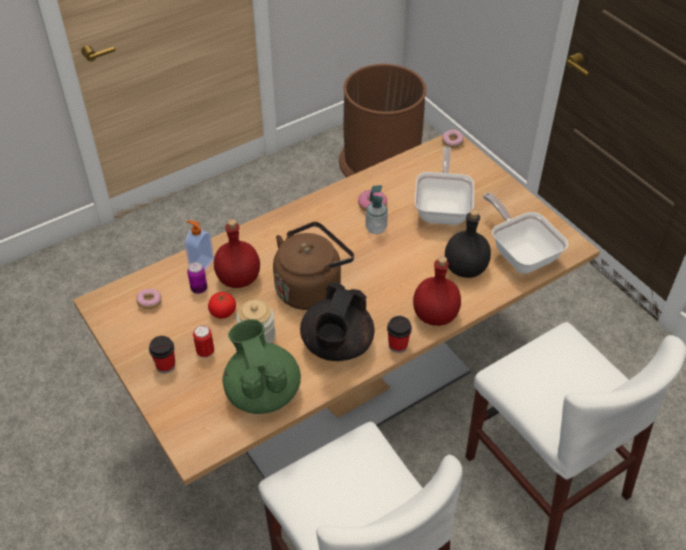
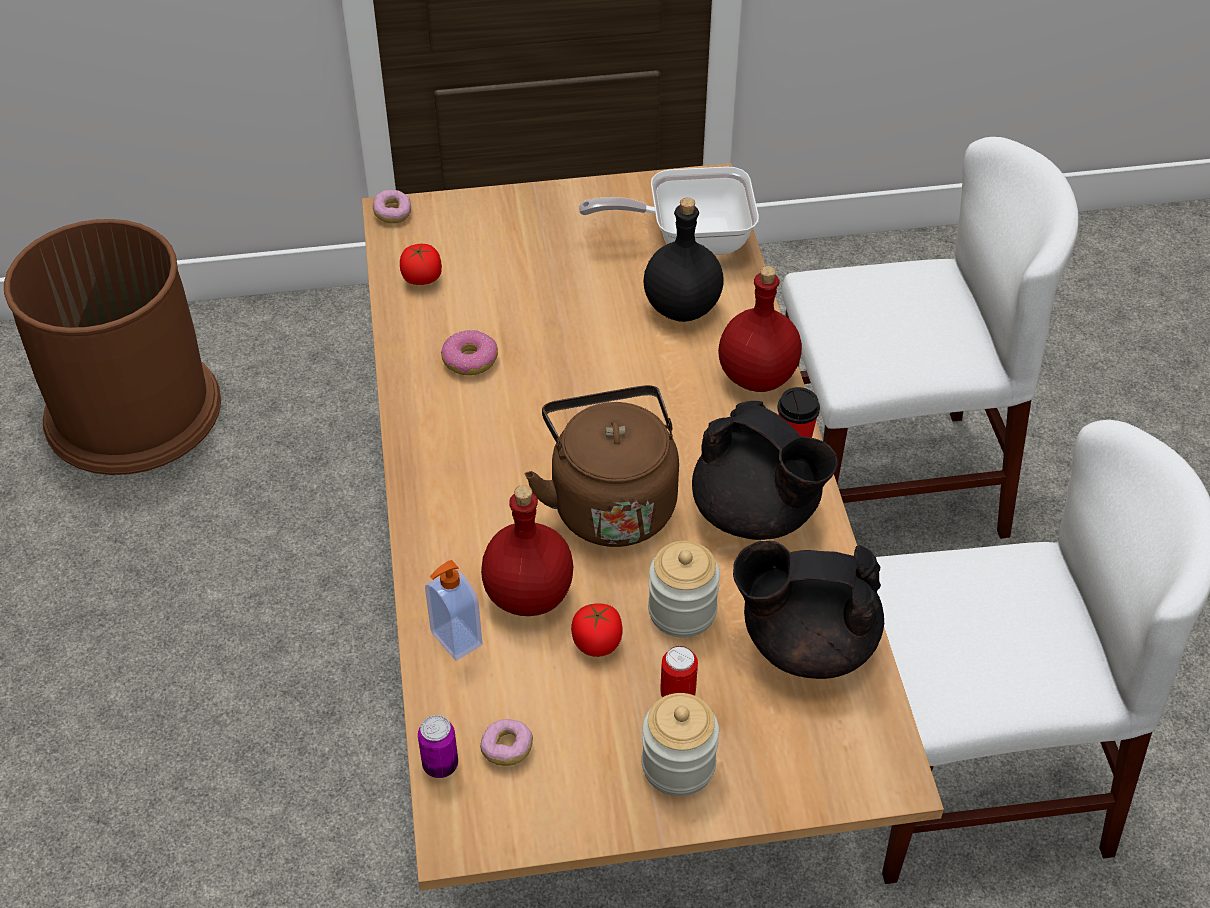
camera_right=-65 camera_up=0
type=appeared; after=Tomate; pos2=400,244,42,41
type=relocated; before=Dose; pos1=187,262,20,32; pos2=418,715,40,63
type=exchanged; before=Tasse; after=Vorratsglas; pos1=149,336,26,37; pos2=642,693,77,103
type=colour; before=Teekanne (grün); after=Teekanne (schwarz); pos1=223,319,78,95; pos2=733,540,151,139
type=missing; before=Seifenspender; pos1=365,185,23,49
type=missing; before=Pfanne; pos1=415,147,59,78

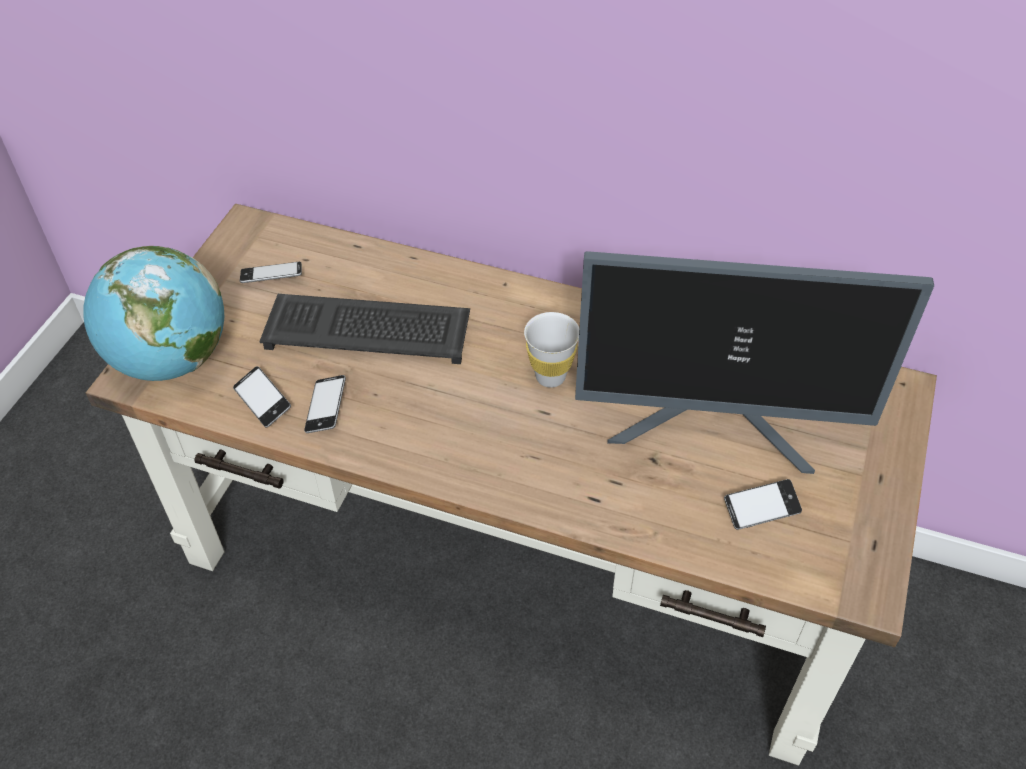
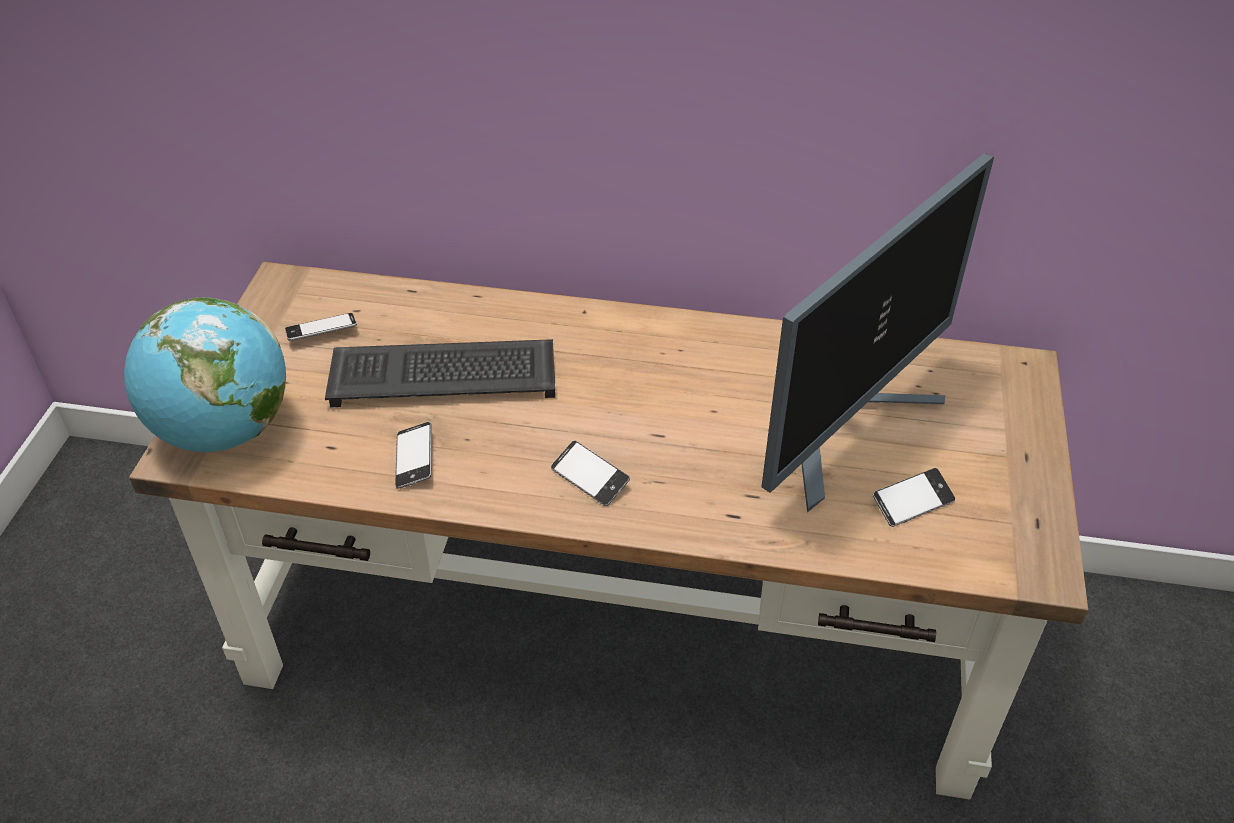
camera_right=-10 camera_up=-5
type=relocated; before=Handy; pos1=233,366,58,62; pos2=551,441,79,65
type=spun; before=Monitor; pos1=575,251,359,223; pos2=761,153,233,360; turn=-45
type=missing; before=Tasse (weiß); pos1=524,312,55,76

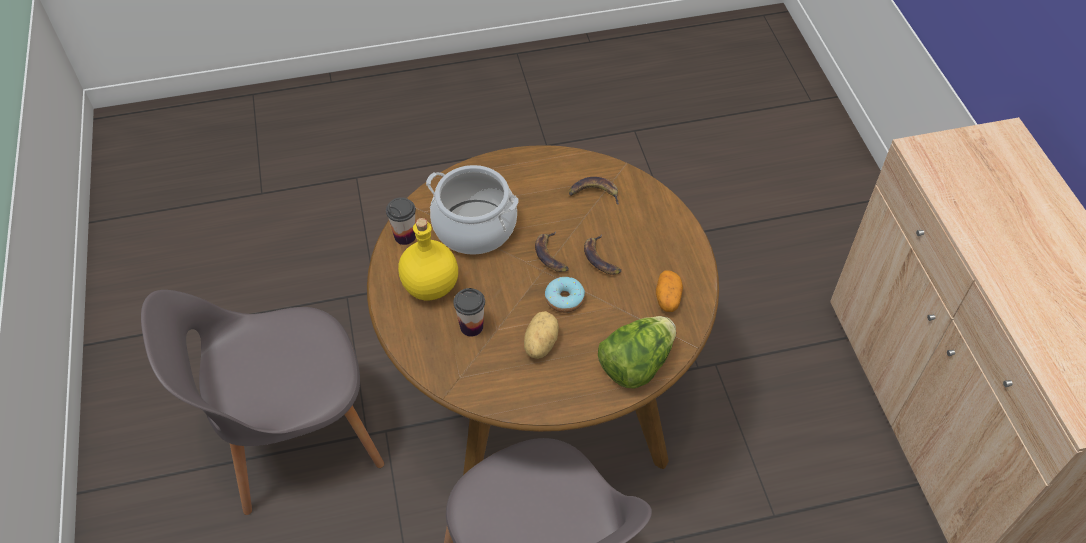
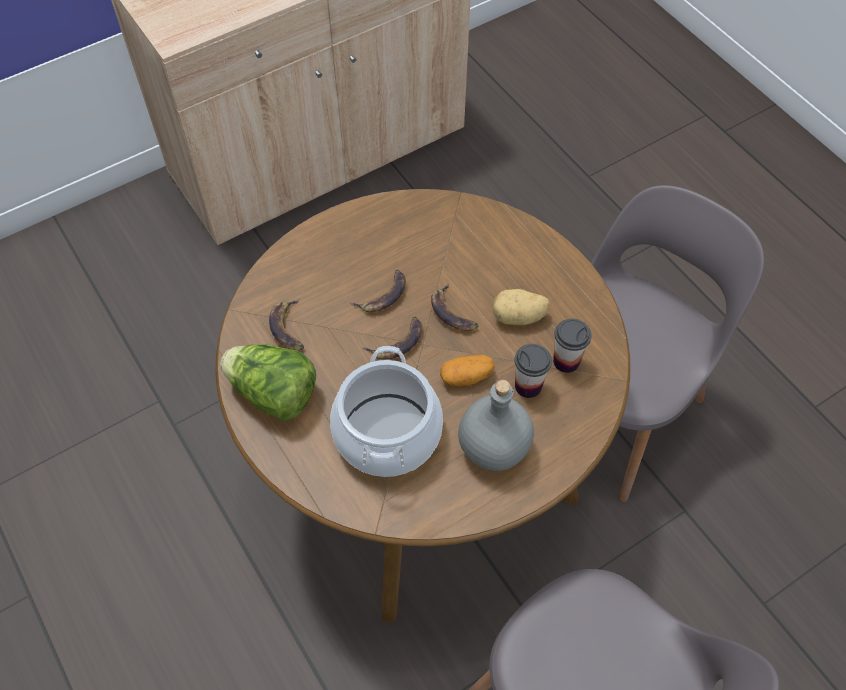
camera_right=-110 camera_up=5
type=relocated; before=Salatkopf; pos1=598,316,78,73; pos2=220,344,96,77
type=exchanged; before=Donut; after=Banane; pos1=545,277,40,36; pos2=431,284,47,47
type=relocated; before=Kartoffel; pos1=656,270,27,42; pos2=440,355,55,31
type=colour; before=Flasche (gelb); after=Flasche (grau); pos1=398,218,60,82; pos2=458,380,76,91
type=relocated; before=Tasse; pos1=386,197,30,48; pos2=553,319,38,54

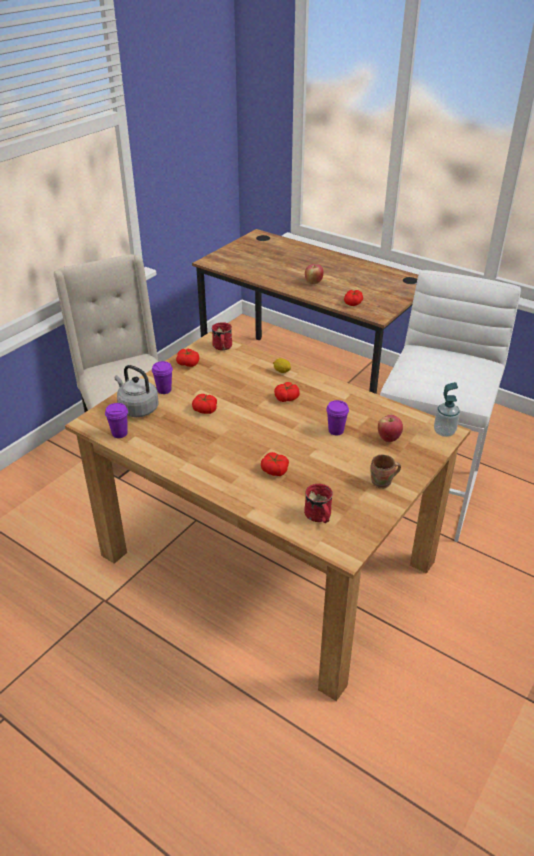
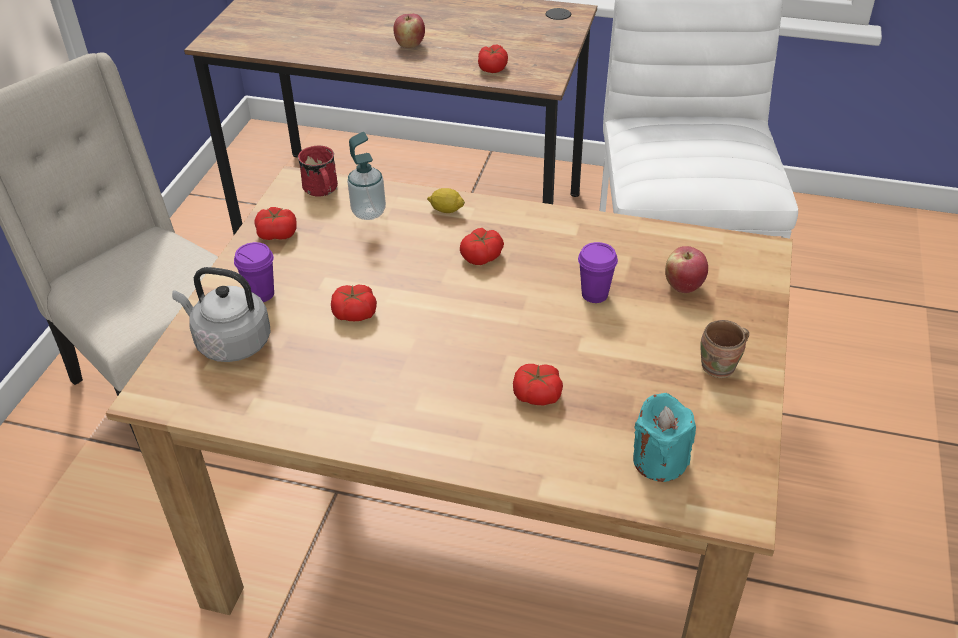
camera_right=-20 camera_up=5
type=relocated; before=Seifenspender; pos1=434,382,26,55; pos2=347,132,39,88
type=exchanged; before=Henkelbecher (rot); after=Kerze (türkis); pos1=304,484,29,39; pos2=633,393,63,89
type=missing; before=Tasse (lila); pos1=105,403,23,35

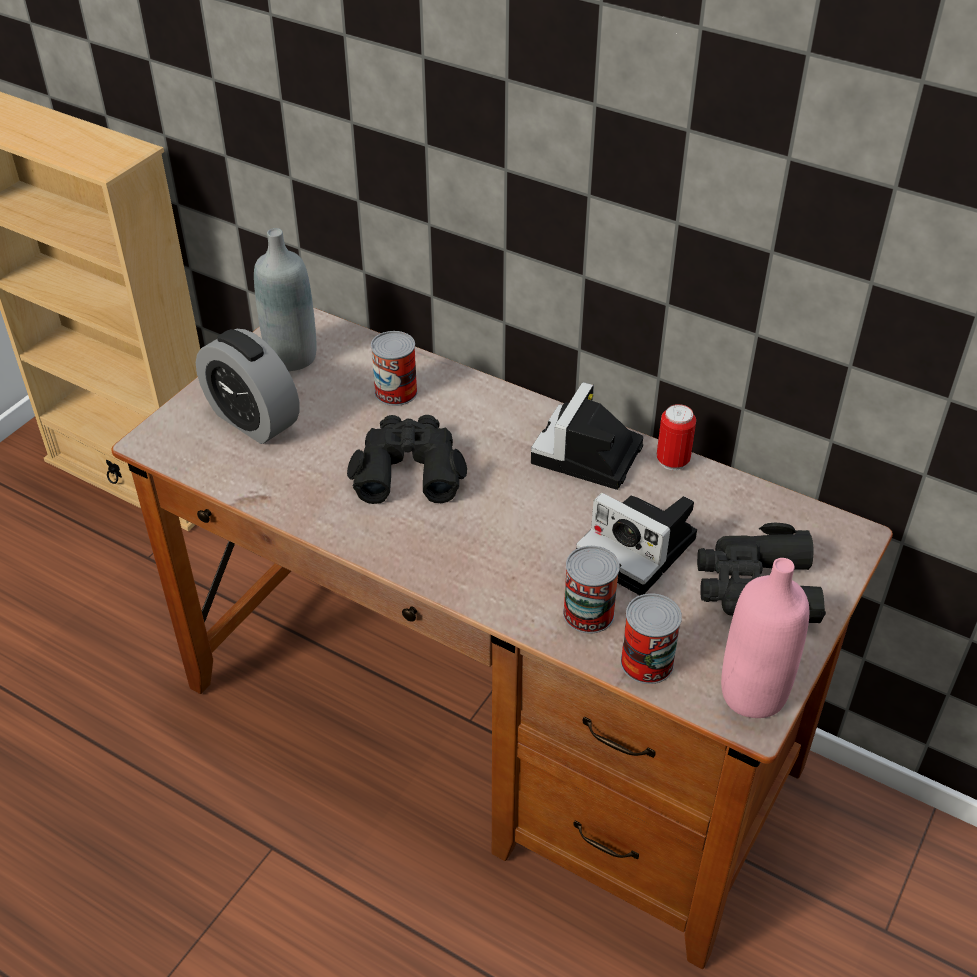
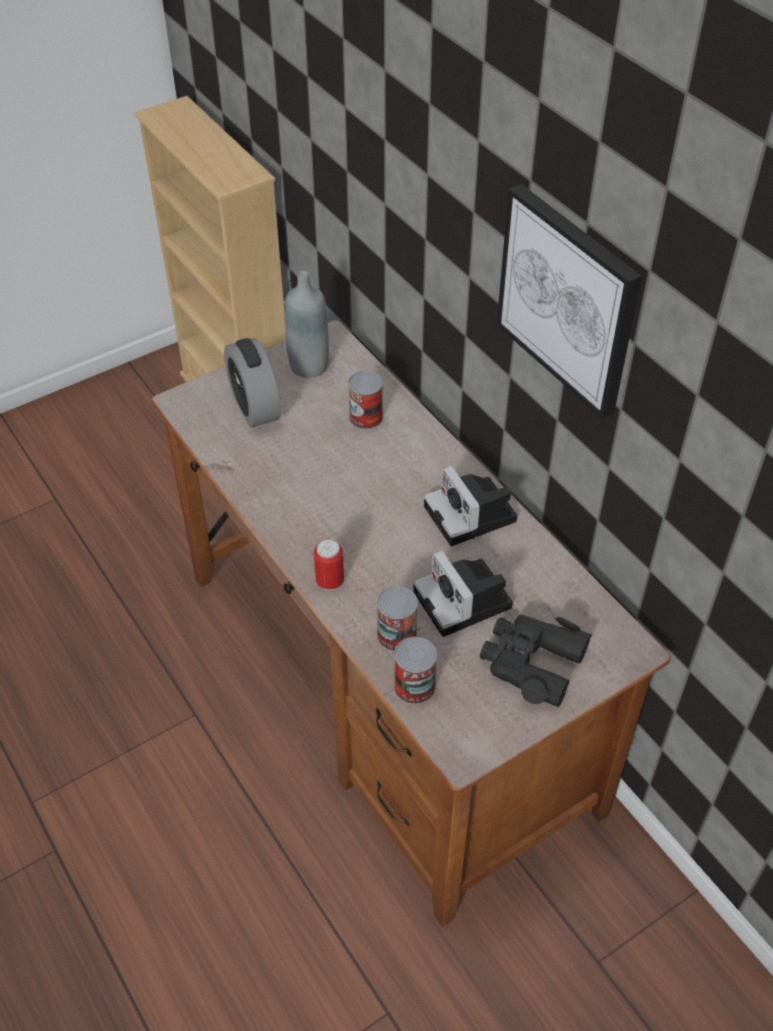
camera_right=25 camera_up=5
type=relocated; before=Dose; pos1=657,404,39,66; pos2=314,539,30,52
type=spun; before=Kamera; pos1=531,382,112,108; pos2=424,465,93,81; turn=-75
type=appeared; after=Bild; pos2=497,184,145,235
type=missing; before=Fernglas (schwarz); pos1=347,415,120,89
type=missing; before=Flasche (rosa); pos1=721,558,88,160

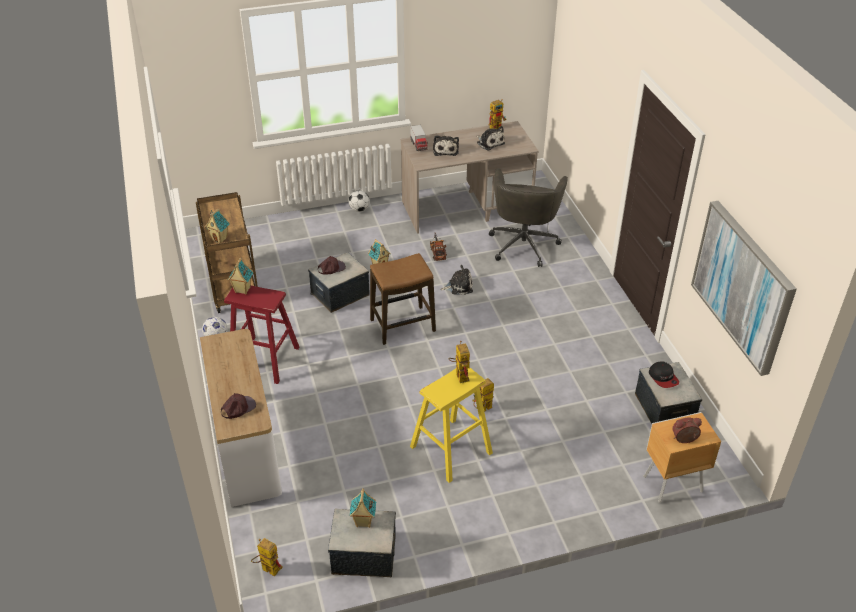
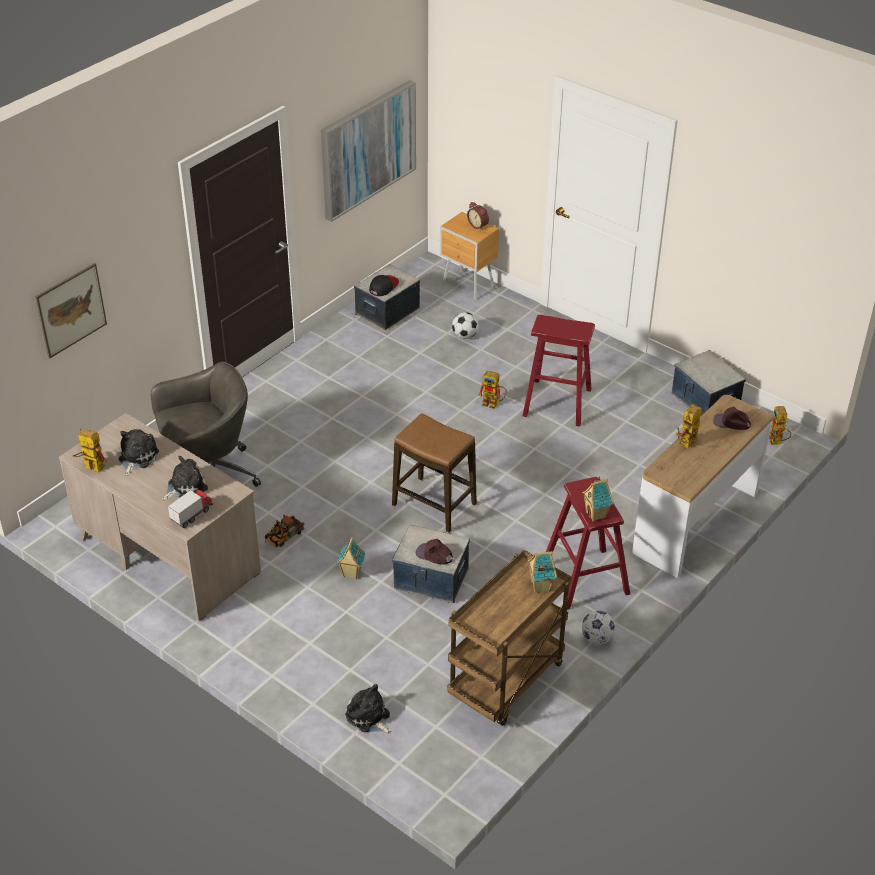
camera_right=-125 camera_up=0
type=appeared; after=Bild; pos2=35,263,72,96
type=relocated; before=Plüschtier; pos1=440,265,33,30; pos2=345,684,47,49
type=relocated; before=Fußball; pos1=348,190,22,22; pos2=452,312,27,27
type=colour; before=Hocker (gelb); after=Hocker (rot); pos1=410,367,83,116; pos2=523,315,72,112
type=relocated; before=Spielzeugroboter; pos1=448,341,22,42; pos2=676,404,26,44
type=missing; before=Spielzeughaus; pos1=349,488,27,40

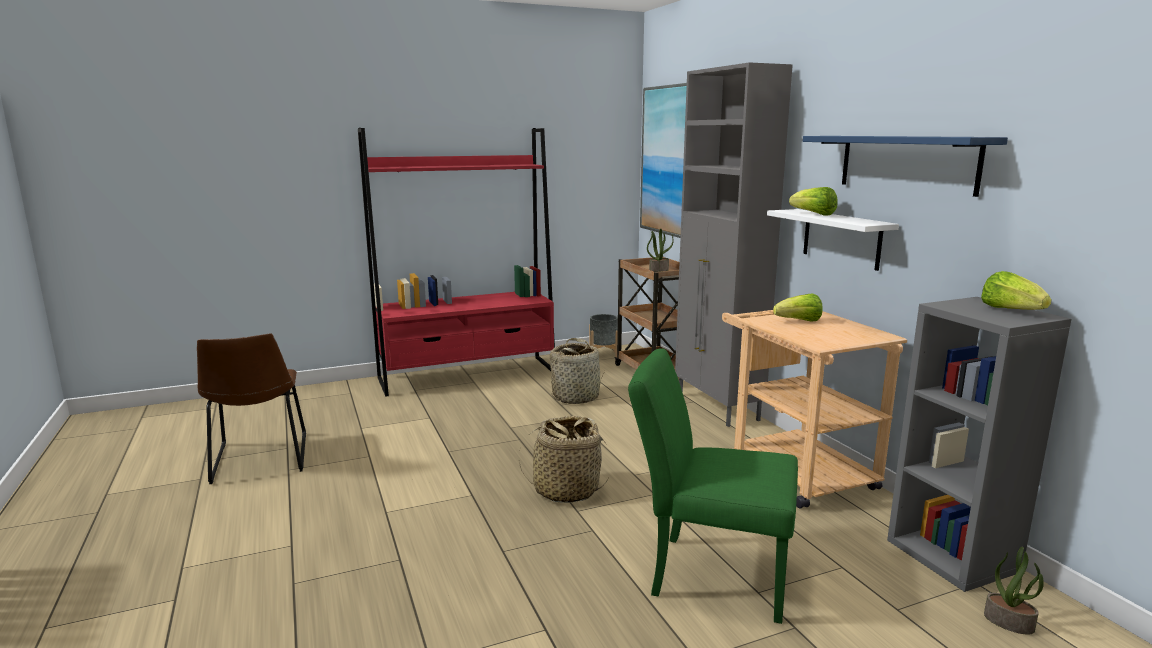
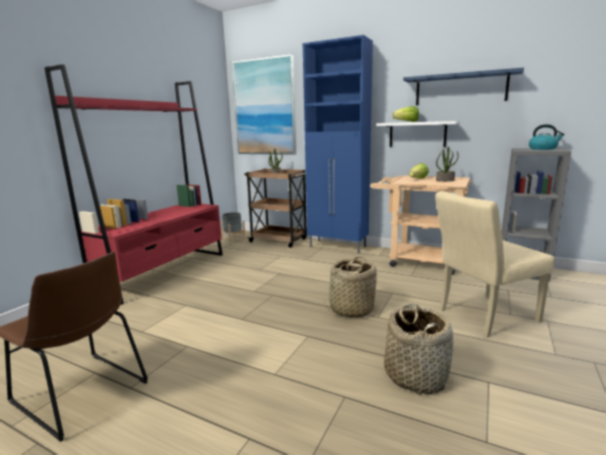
camera_right=-40 camera_up=0
type=colour; before=Schrank (grau); after=Schrank (blau); pos1=675,63,118,364; pos2=303,35,70,218
type=relocated; before=Korb; pos1=550,338,55,66; pos2=384,303,69,92
type=colour; before=Stuhl (grün); after=Stuhl (beige); pos1=628,348,170,276; pos2=435,191,120,147
type=relocated; before=Topfpflanze; pos1=984,547,60,88; pos2=436,147,23,35
type=exchanged; before=Salatkopf; after=Wasserkessel; pos1=981,271,71,39; pos2=529,124,36,26

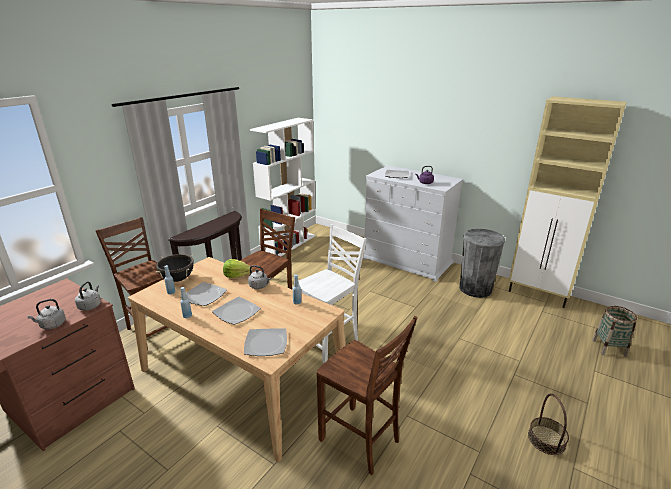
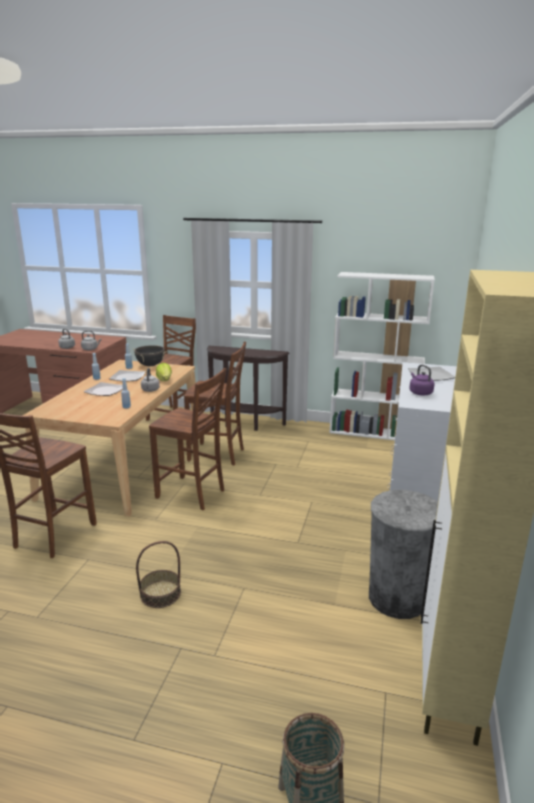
camera_right=70 camera_up=-5
type=relocated; before=Korb; pos1=528,393,41,62; pos2=136,541,45,67
type=colour; before=Stuhl (weiß); after=Stuhl (braun); pos1=298,224,69,139; pos2=149,368,77,142
type=missing; before=Teller; pos1=244,328,43,28

